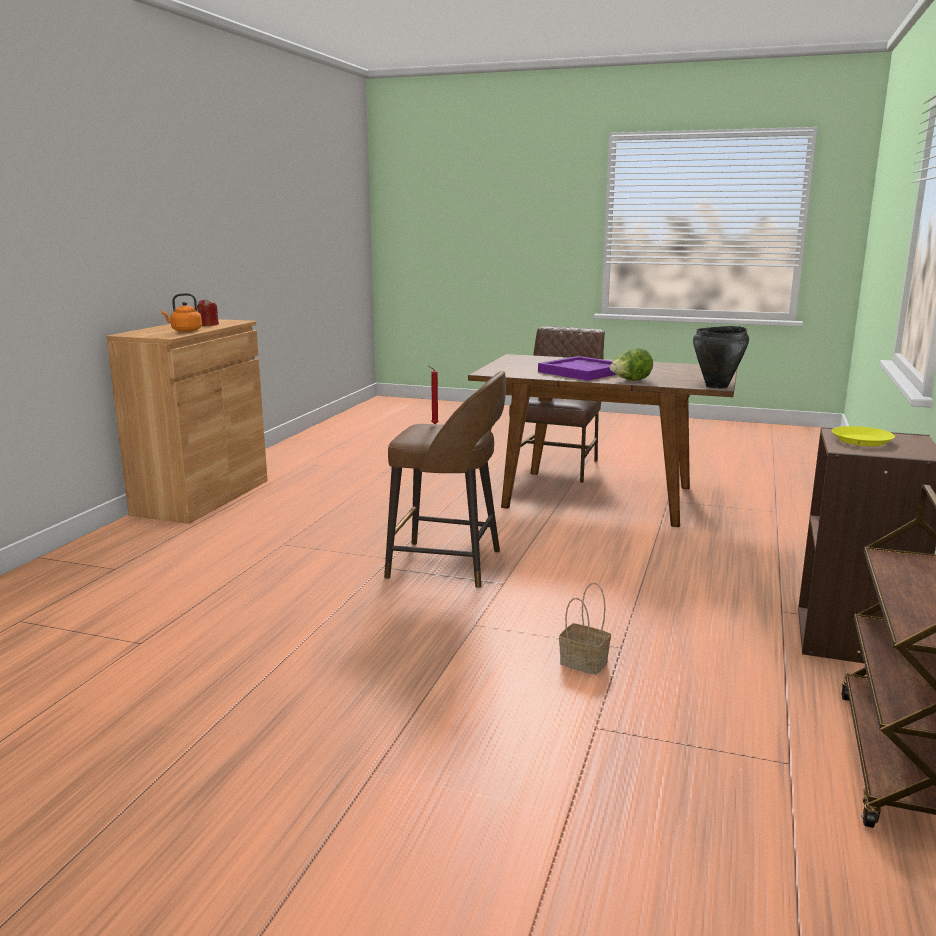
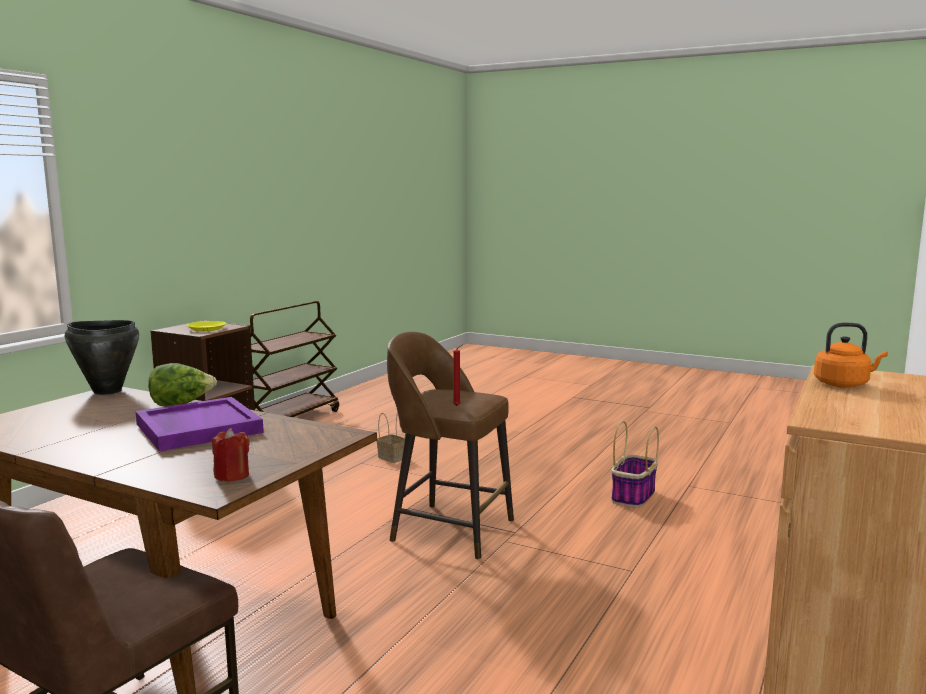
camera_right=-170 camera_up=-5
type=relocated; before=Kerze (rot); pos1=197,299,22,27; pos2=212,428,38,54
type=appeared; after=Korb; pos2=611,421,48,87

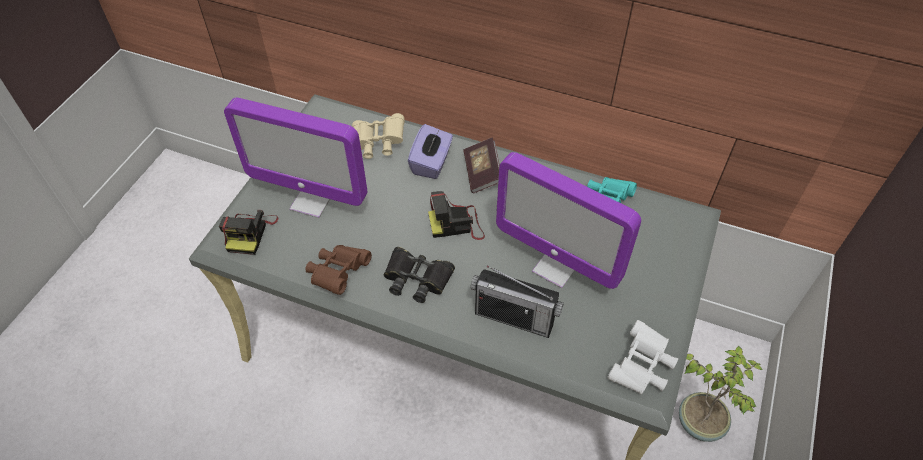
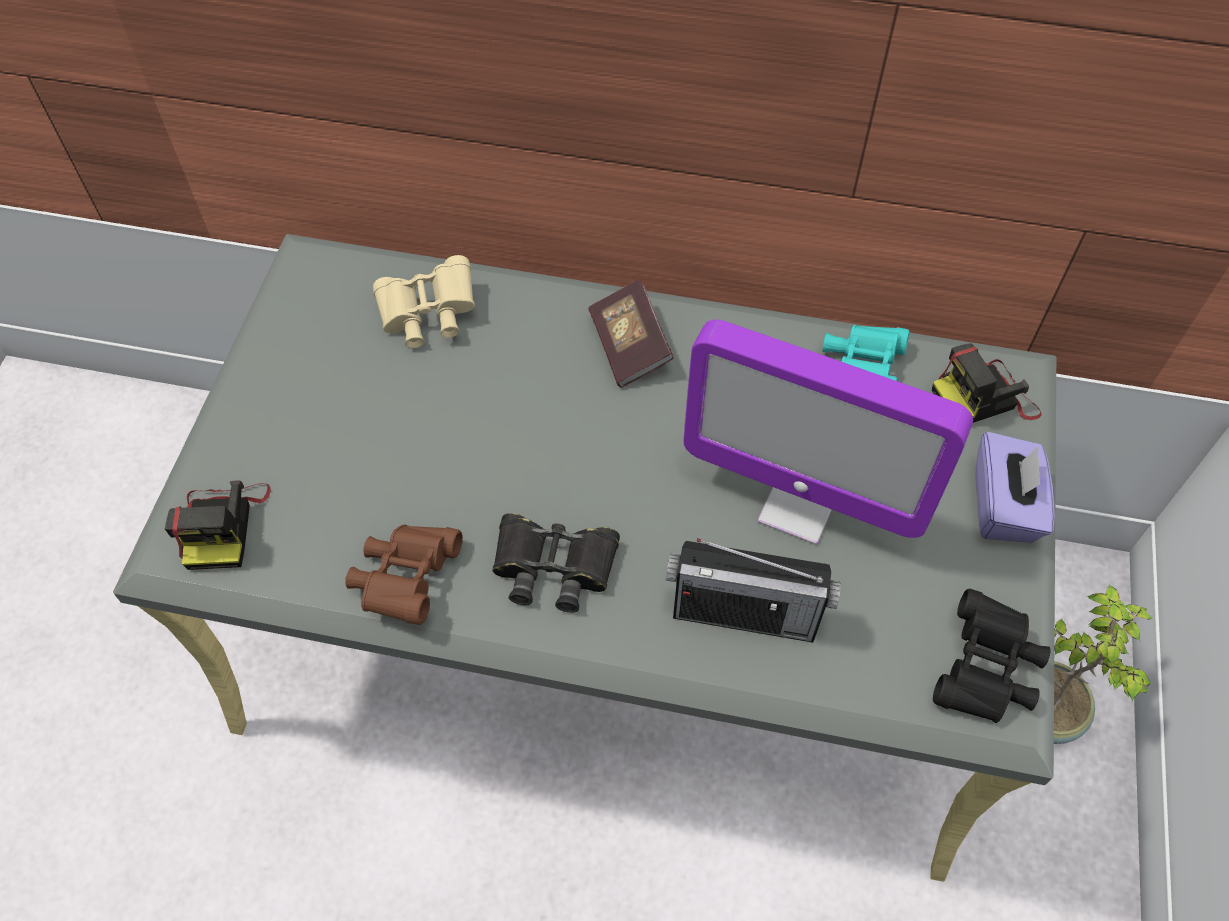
camera_right=-10 camera_up=5
type=relocated; before=Kamera; pos1=428,191,57,49; pos2=932,343,109,80
type=colour; before=Fernglas (weiß); after=Fernglas (schwarz); pos1=608,320,70,75; pos2=933,589,118,134
type=relocated; before=Taschentuchbox (lila); pos1=408,124,45,55; pos2=976,432,78,111
type=missing; before=Monitor; pos1=224,97,143,121

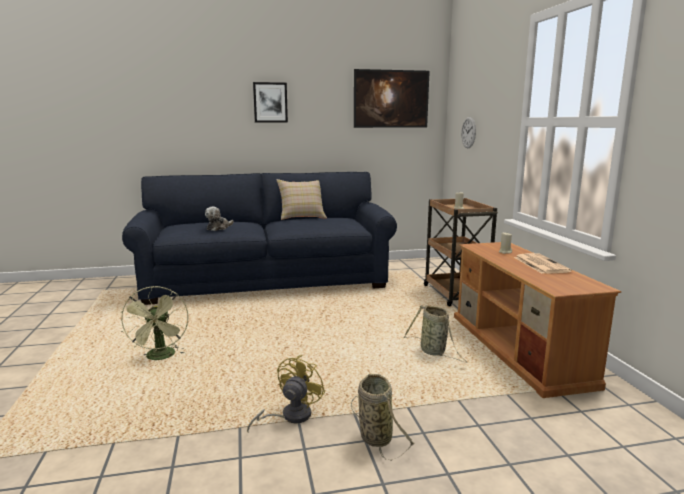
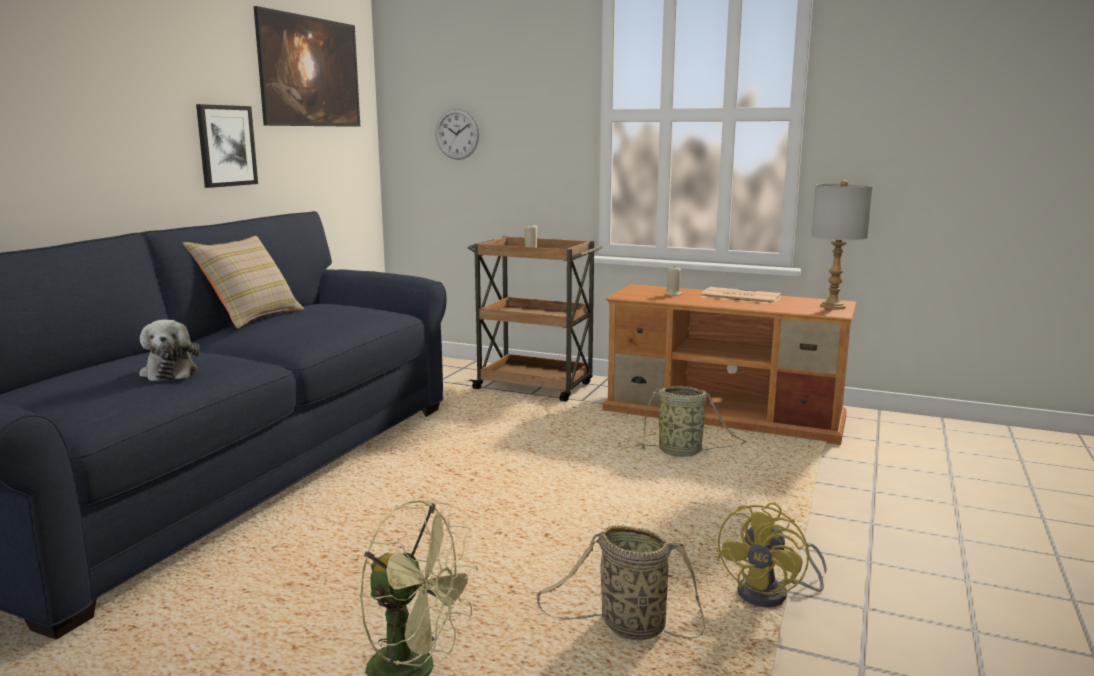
camera_right=-55 camera_up=0
type=relocated; before=Bild; pos1=253,82,35,41; pos2=196,104,62,84
type=relocated; before=Korb; pos1=351,374,64,87; pos2=537,525,168,115
type=spun; before=Ventilator (gelb); pos1=247,355,78,77; pos2=716,502,111,105; turn=-120
type=appeared; after=Tischlampe (grau); pos2=811,180,62,129

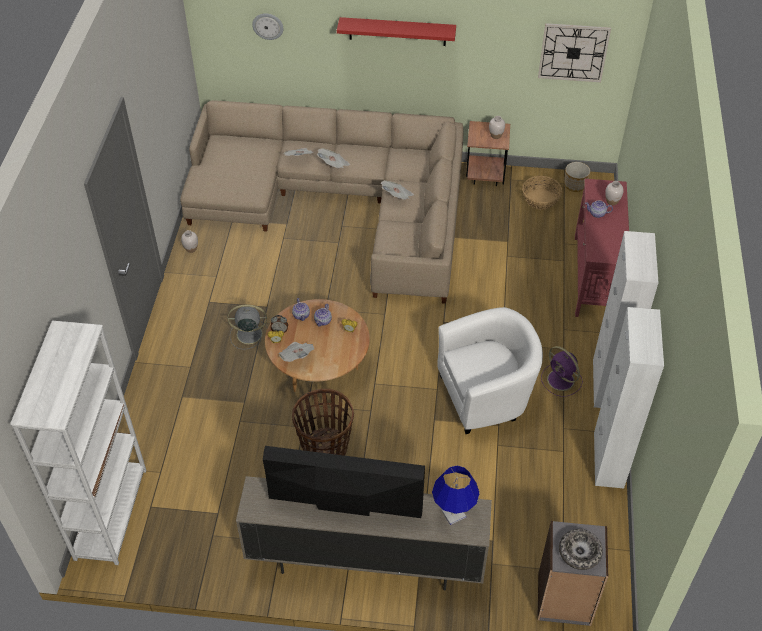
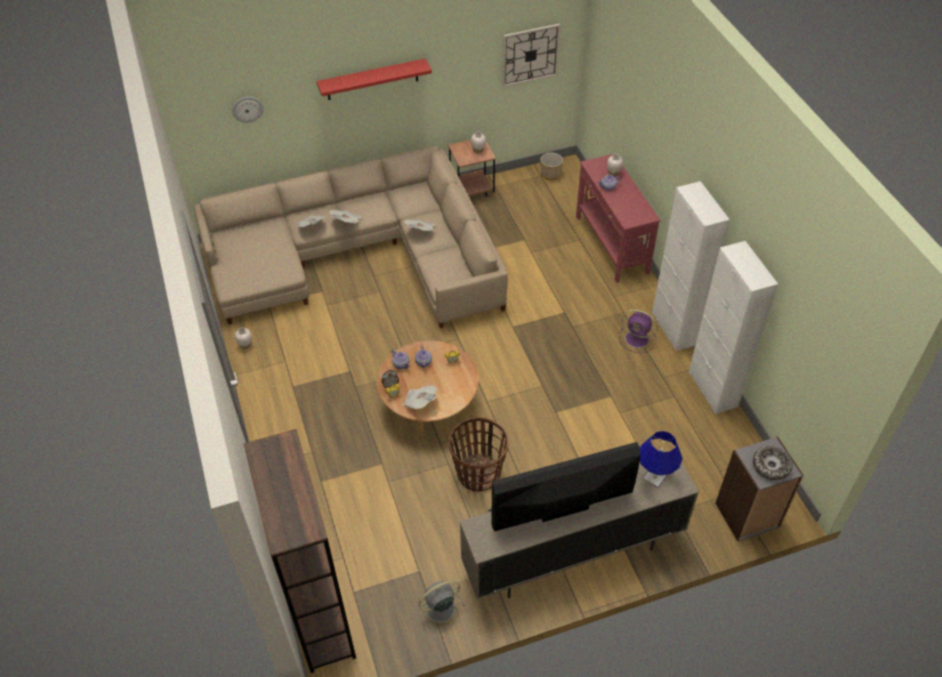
camera_right=-25 camera_up=0
type=colour; before=Bücherregal (weiß); after=Bücherregal (braun); pos1=10,321,136,244; pos2=244,429,112,244
type=relocated; before=Ventilator (grau); pos1=227,304,41,46; pos2=418,580,47,52
type=missing; before=Sessel (weiß); pos1=437,307,106,127
type=missing; before=Korb; pos1=522,176,40,34

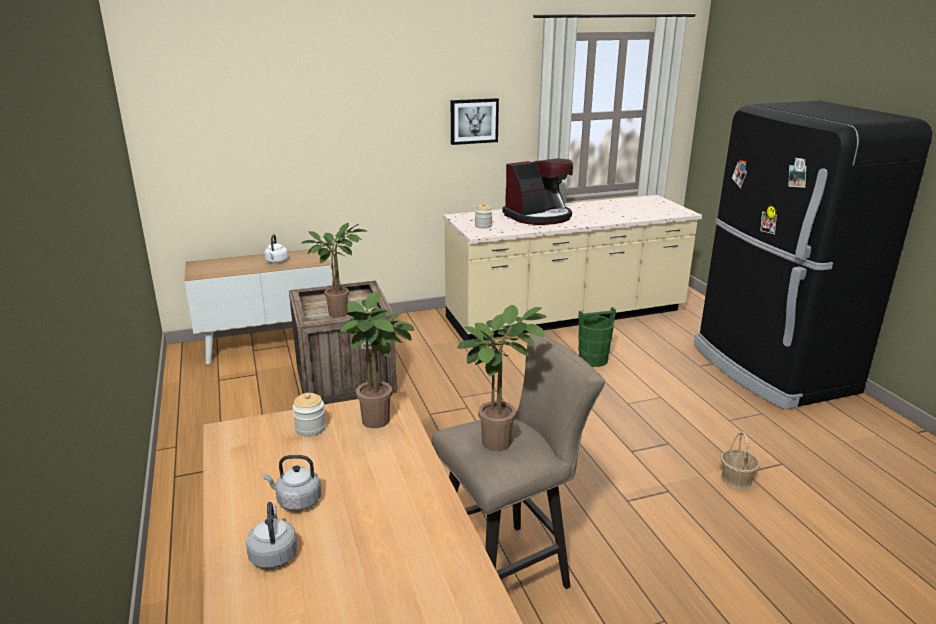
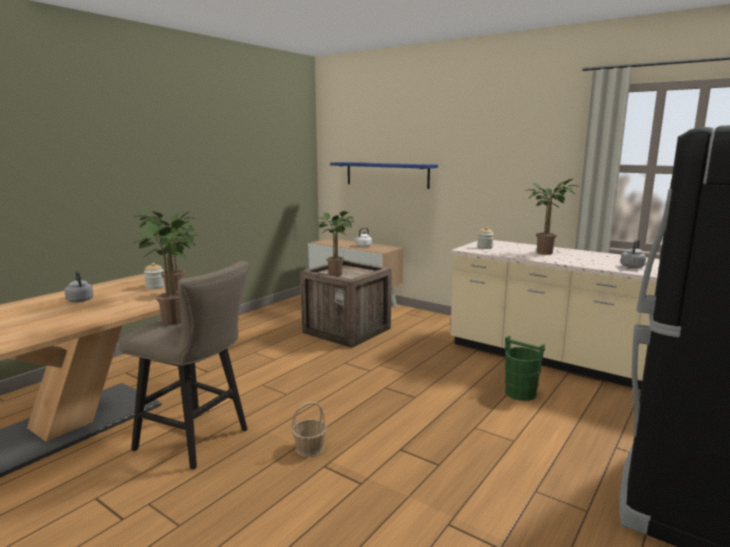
camera_right=55 camera_up=-10
type=relocated; before=Korb; pos1=721,431,39,58; pos2=292,402,35,55
type=appeared; after=Wandregal (blau); pos2=330,162,108,27
type=exchanged; before=Kaffeemaschine; after=Topfpflanze; pos1=502,158,71,67; pos2=528,178,52,77
type=relocated; before=Wasserkessel (grau); pos1=246,502,52,67; pos2=620,239,26,29
type=missing; before=Bild; pos1=451,98,48,47

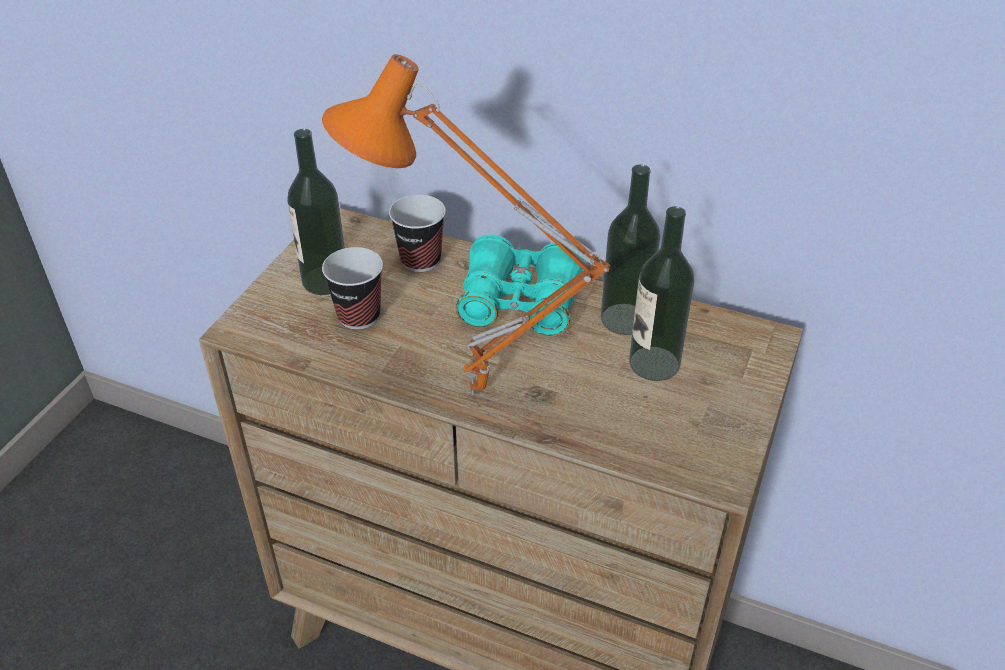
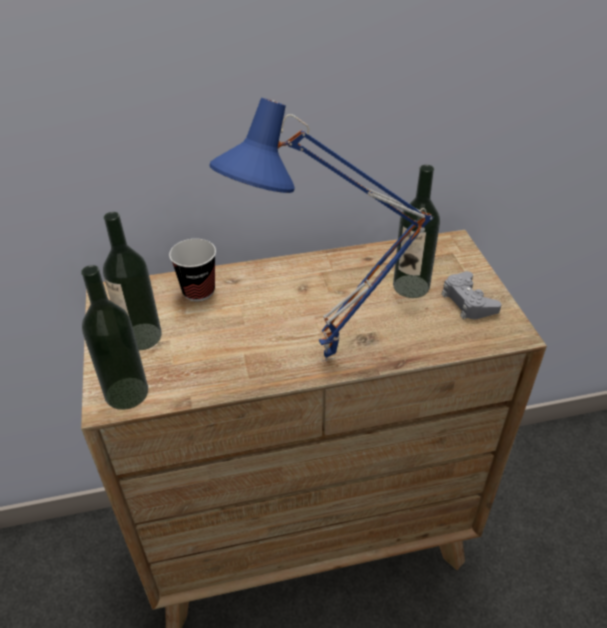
camera_right=-35 camera_up=0
type=relocated; before=Flasche; pos1=601,164,59,171; pos2=81,265,67,145
type=colour; before=Tischlampe (orange); after=Tischlampe (blau); pos1=322,54,288,342; pos2=209,98,224,263
type=appeared; after=Gamepad (grau); pos2=442,271,59,48
type=missing; before=Tasse; pos1=322,247,61,82
type=missing; before=Fernglas (türkis); pos1=456,235,128,101

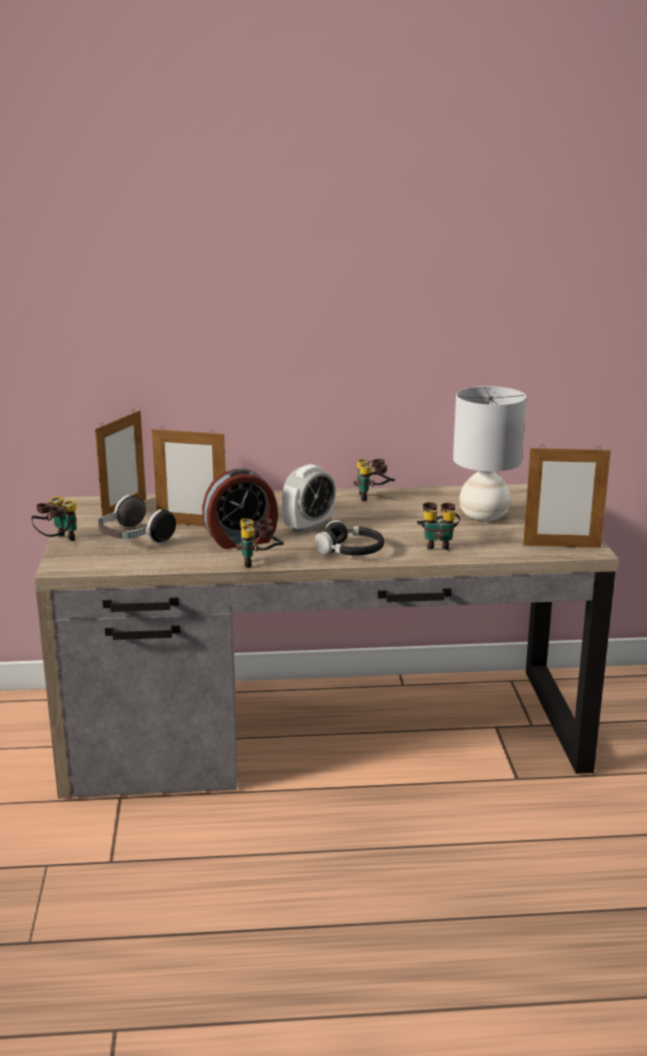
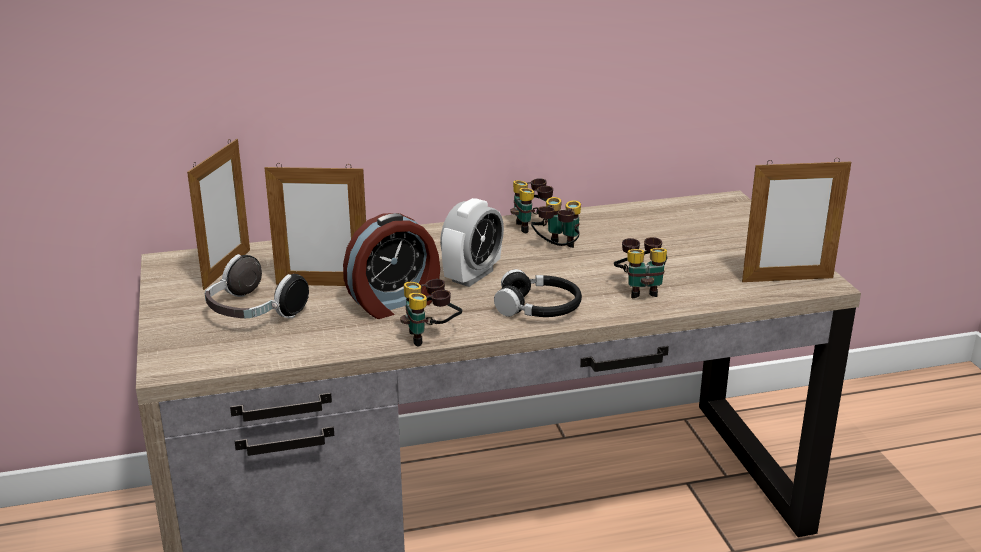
camera_right=-10 camera_up=5
type=relocated; before=Fernglas; pos1=31,496,46,45; pos2=531,197,50,51
type=missing; before=Tischlampe (grau); pos1=453,386,74,135

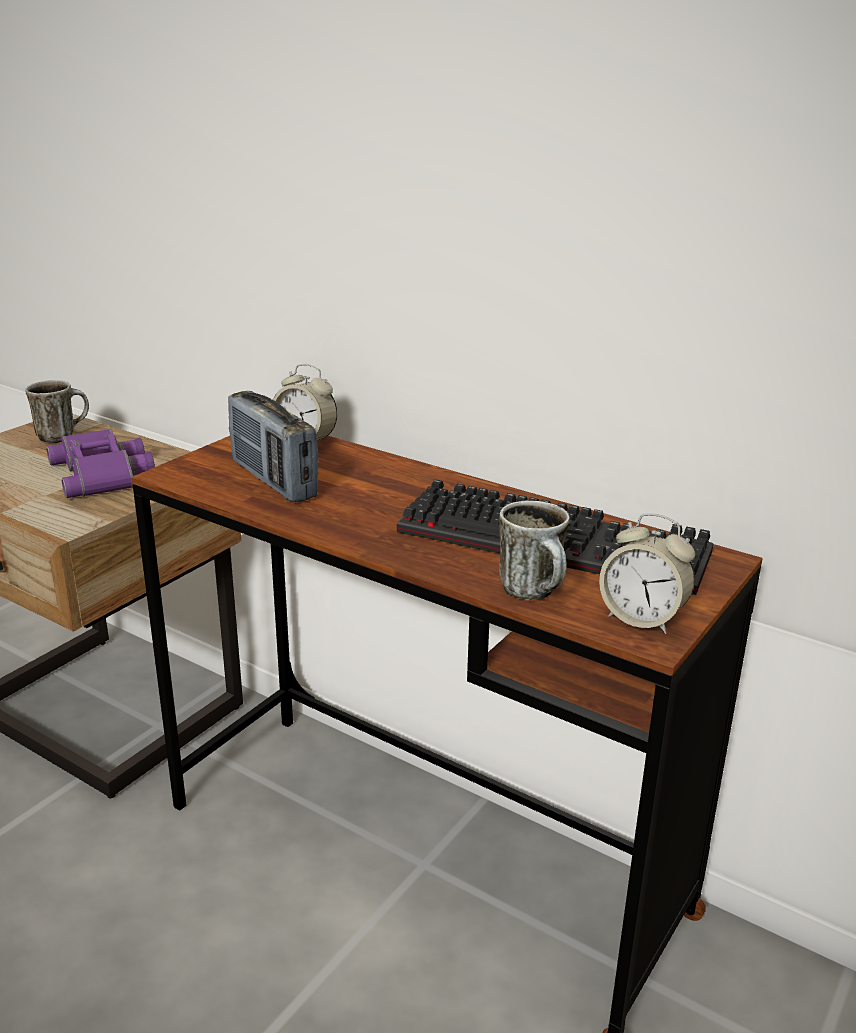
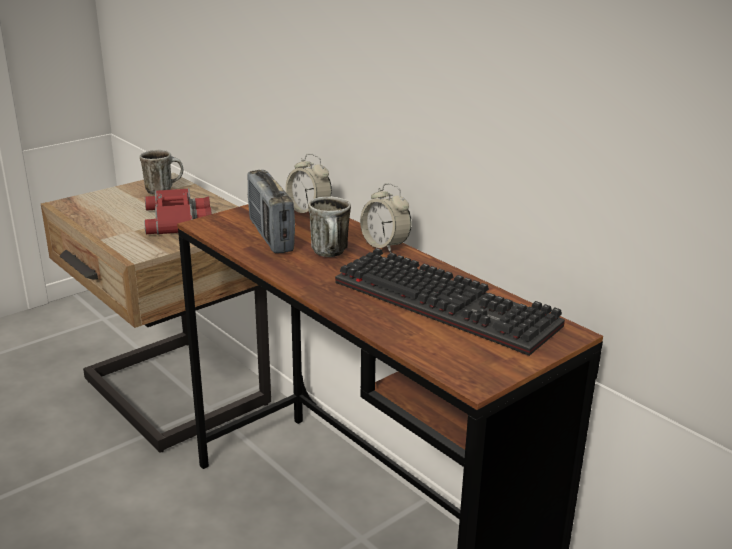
camera_right=15 camera_up=0
type=colour; before=Fernglas (lila); after=Fernglas (rot); pos1=47,429,108,69; pos2=144,188,68,47
type=relocated; before=Henkelbecher; pos1=499,501,71,100; pos2=308,197,43,60
type=relocated; before=Wecker; pos1=599,514,96,120; pos2=360,183,52,70

